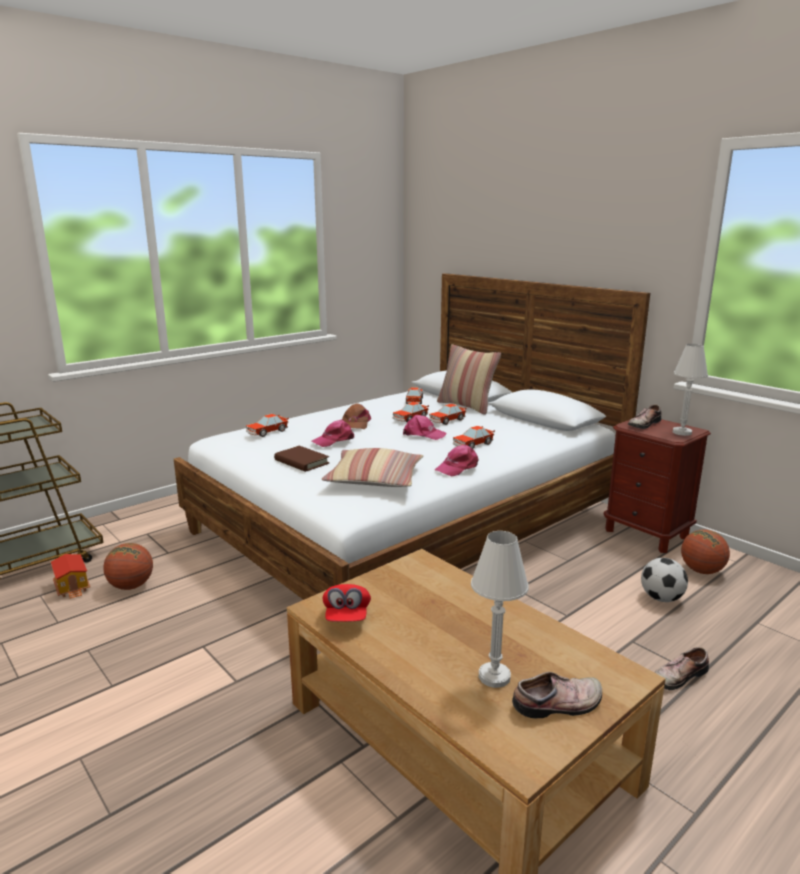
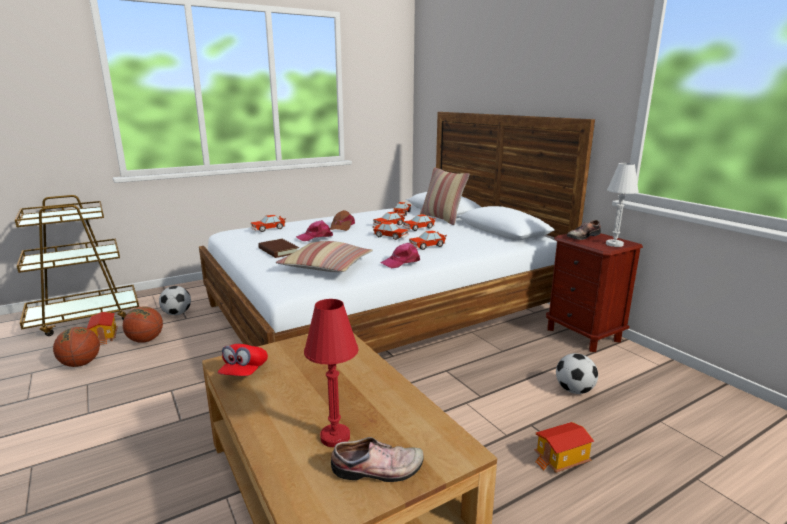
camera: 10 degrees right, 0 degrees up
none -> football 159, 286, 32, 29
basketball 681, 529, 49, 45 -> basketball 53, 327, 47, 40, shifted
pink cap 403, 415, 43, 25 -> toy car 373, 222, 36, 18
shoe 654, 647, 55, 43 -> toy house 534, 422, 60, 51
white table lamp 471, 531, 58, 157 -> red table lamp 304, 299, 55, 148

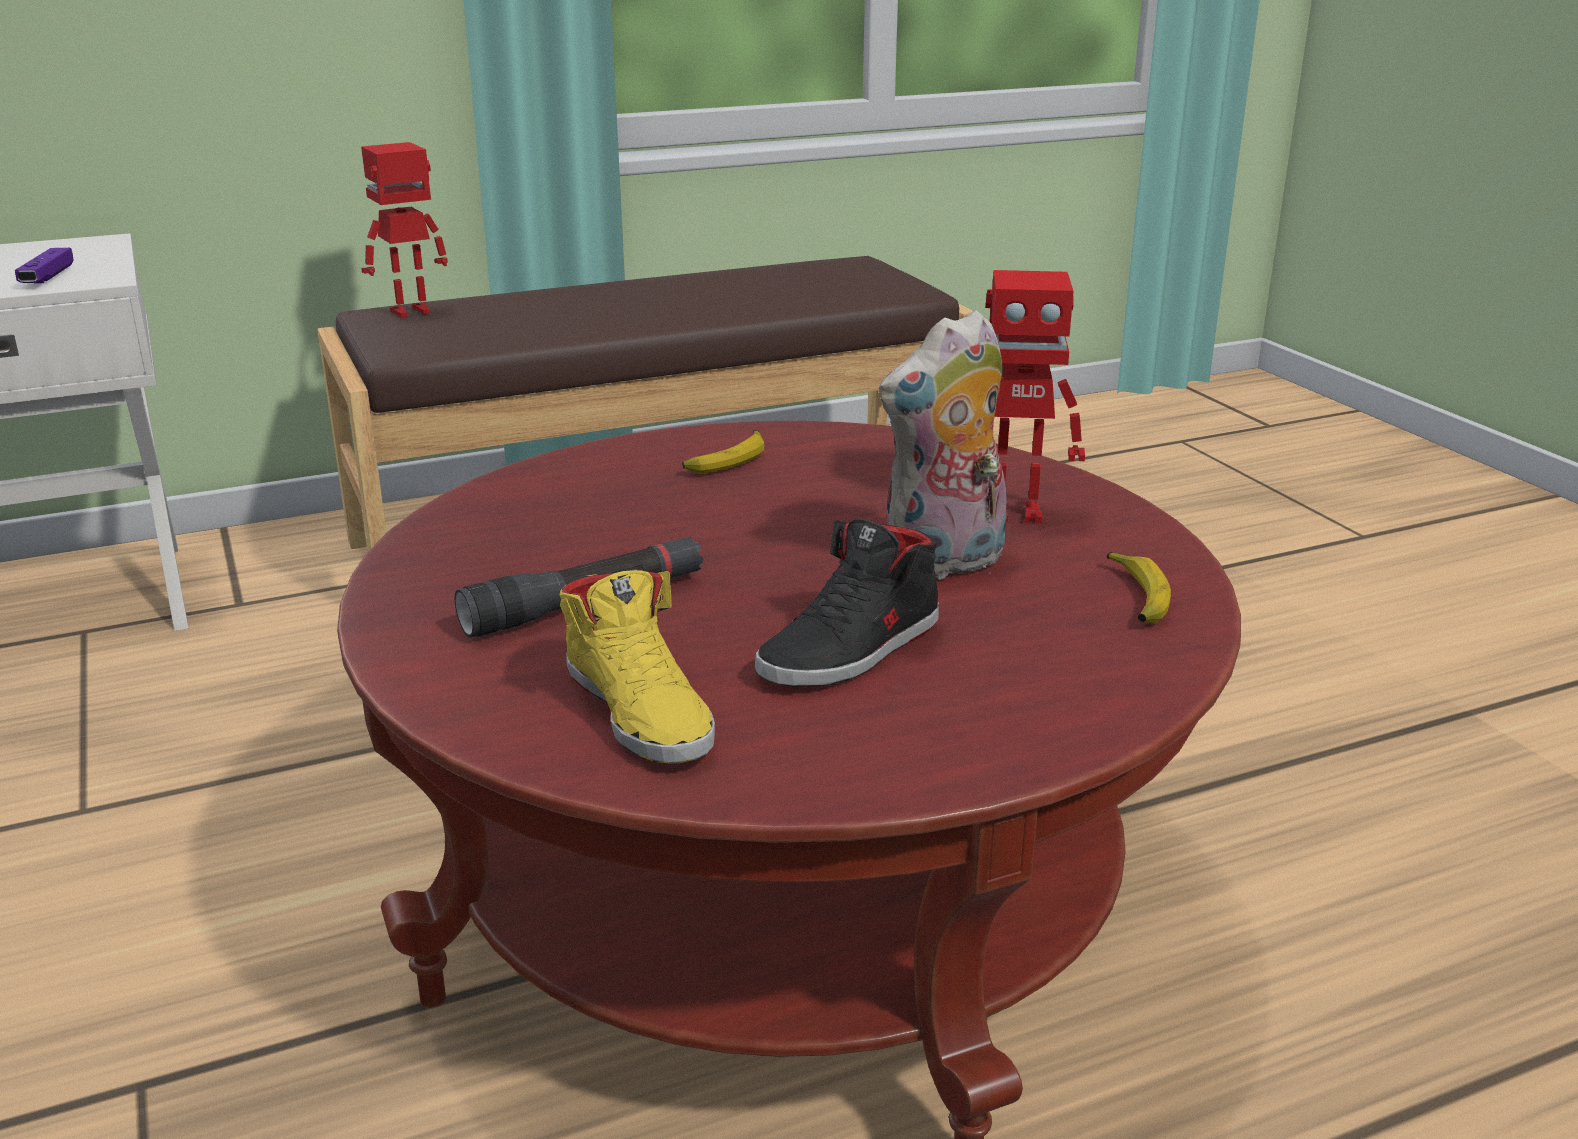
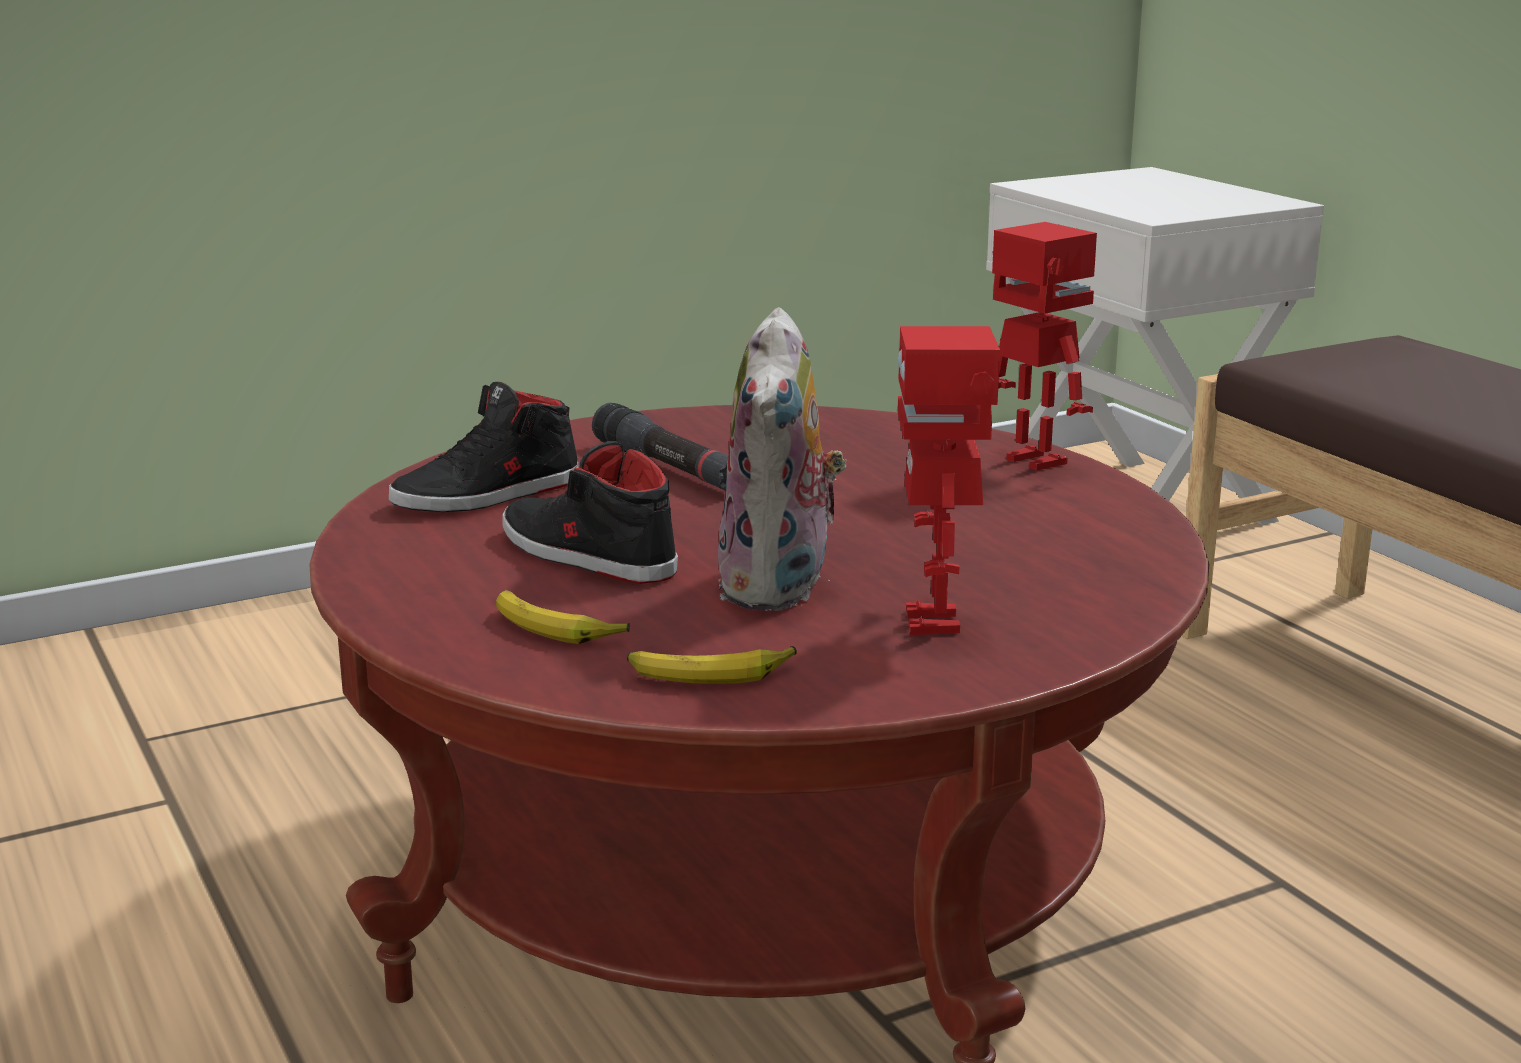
camera: 85 degrees right, 5 degrees down
purple game controller 15, 248, 59, 35 -> none
toy robot 361, 142, 87, 176 -> toy robot 992, 222, 105, 249, shifted
banana 682, 430, 82, 44 -> banana 496, 590, 134, 54, shifted
yellow shoe 560, 570, 155, 194 -> black shoe 389, 382, 190, 130
plush toy 879, 310, 128, 270 -> plush toy 718, 307, 129, 304, 135 degrees counterclockwise

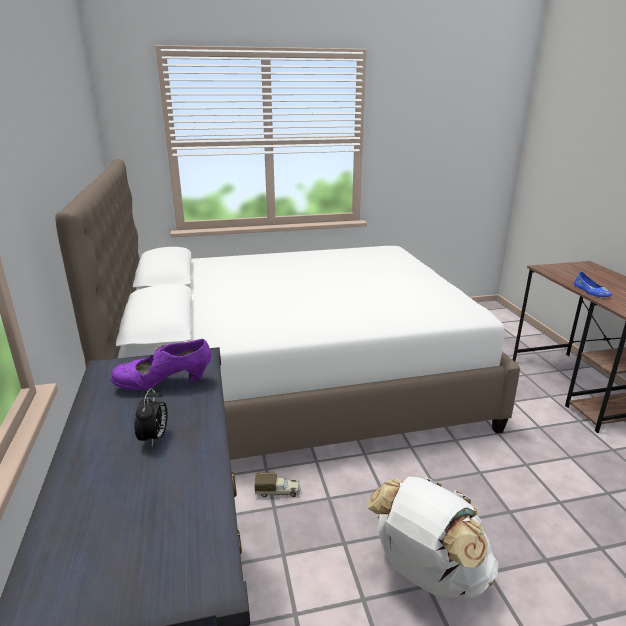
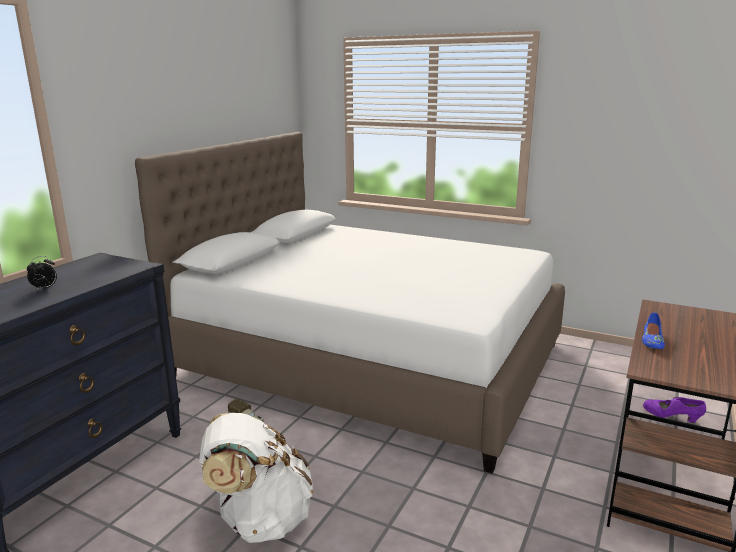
camera: 40 degrees right, 5 degrees down
purple shoe 110, 339, 102, 51 -> purple shoe 643, 397, 63, 26, shifted

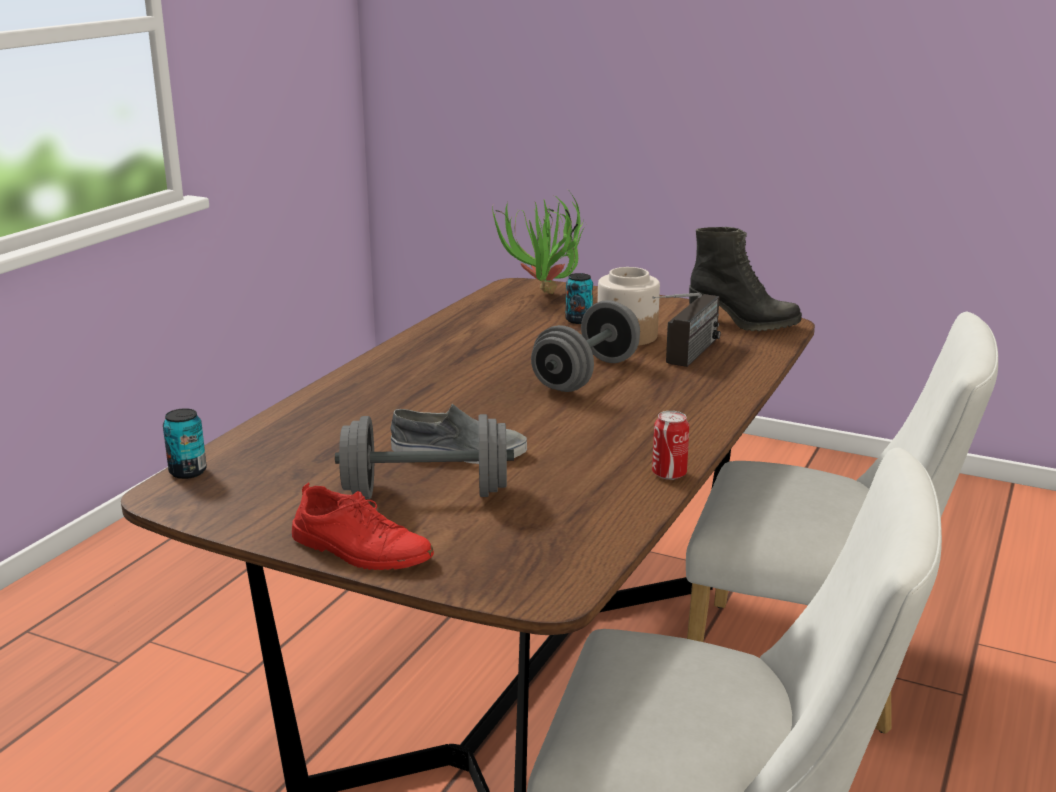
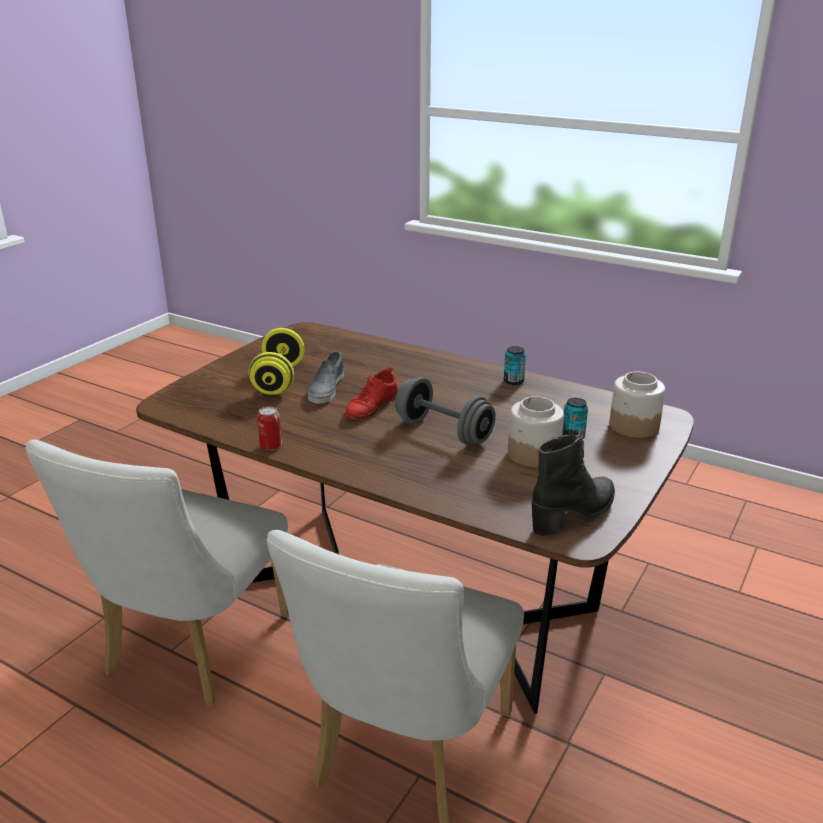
camera: 95 degrees right, 5 degrees up
radio 652, 292, 69, 75 -> none
can 163, 408, 44, 71 -> can 504, 346, 22, 39, shifted
red shoe 292, 483, 142, 87 -> red shoe 345, 367, 53, 53, shifted
potted plant 492, 192, 95, 102 -> jar 609, 372, 56, 66
grey dumbbell 335, 414, 179, 85 -> yellow dumbbell 249, 328, 55, 67
black boot 689, 227, 113, 104 -> black boot 532, 435, 83, 101, 150 degrees counterclockwise

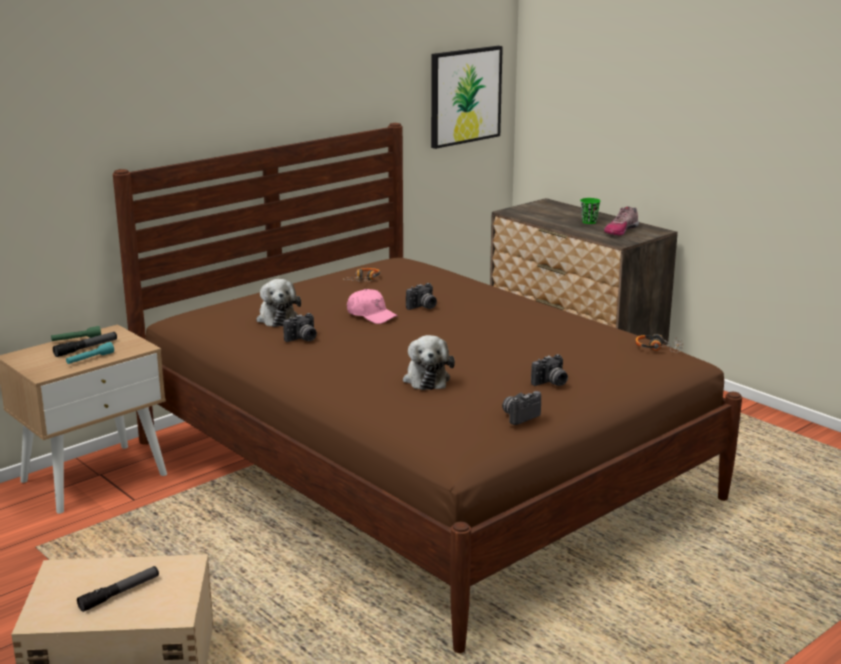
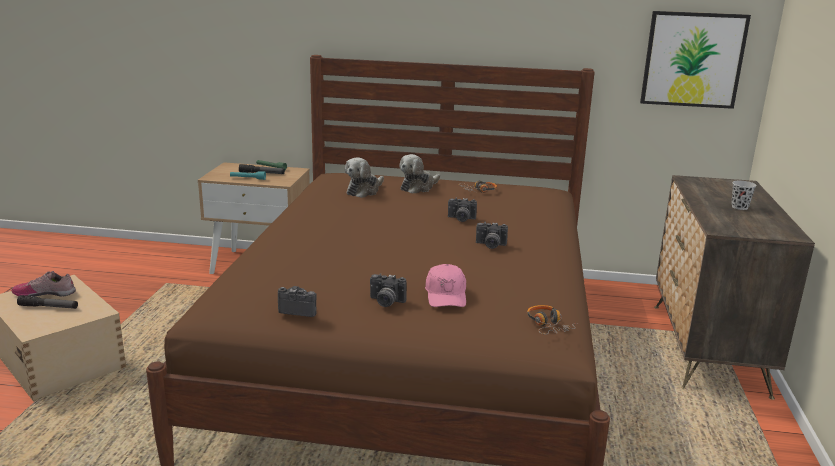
camera: 50 degrees right, 0 degrees up
photo camera 283, 313, 34, 29 -> photo camera 476, 222, 32, 27, shifted
pink cap 347, 289, 51, 35 -> pink cap 425, 264, 41, 43, shifted
plush toy 403, 335, 52, 55 -> plush toy 399, 154, 41, 39, shifted
shoe 604, 206, 35, 29 -> shoe 11, 271, 65, 26, shifted
green cup 580, 198, 21, 26 -> black cup 731, 181, 25, 29

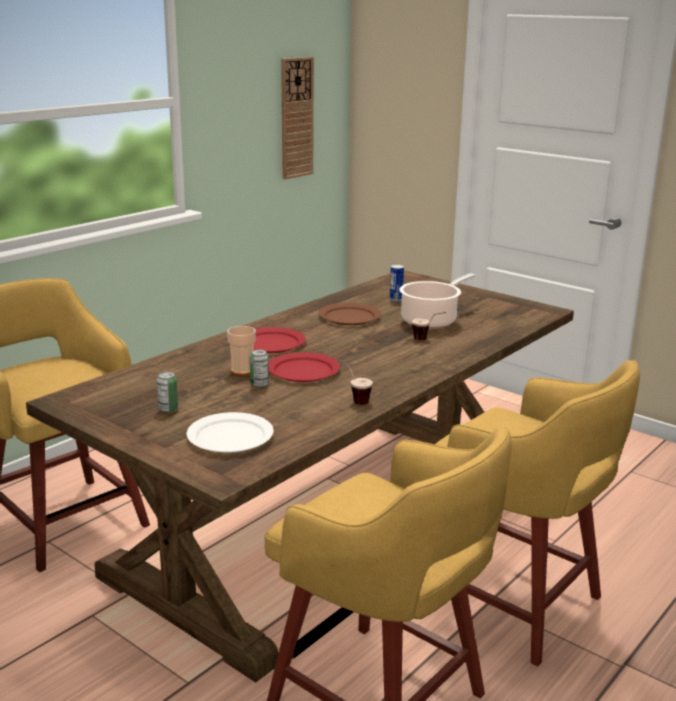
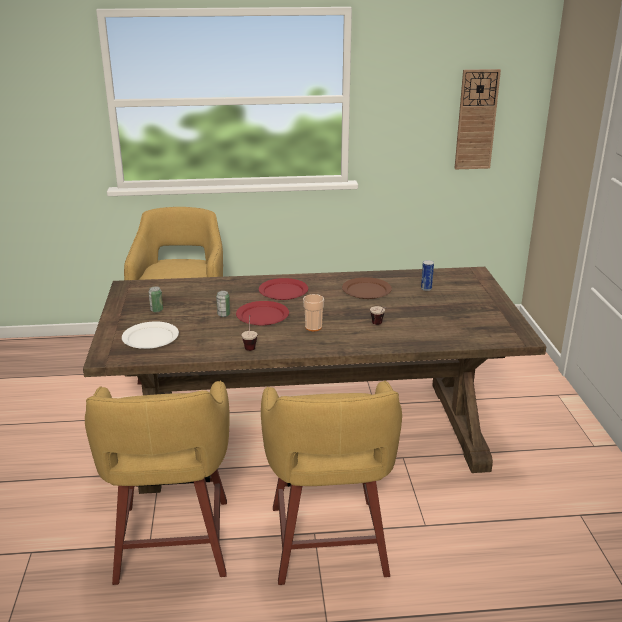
camera: 45 degrees right, 5 degrees up
cooking pot 399, 273, 76, 55 -> none
cup 227, 326, 29, 49 -> cup 303, 294, 21, 37, shifted

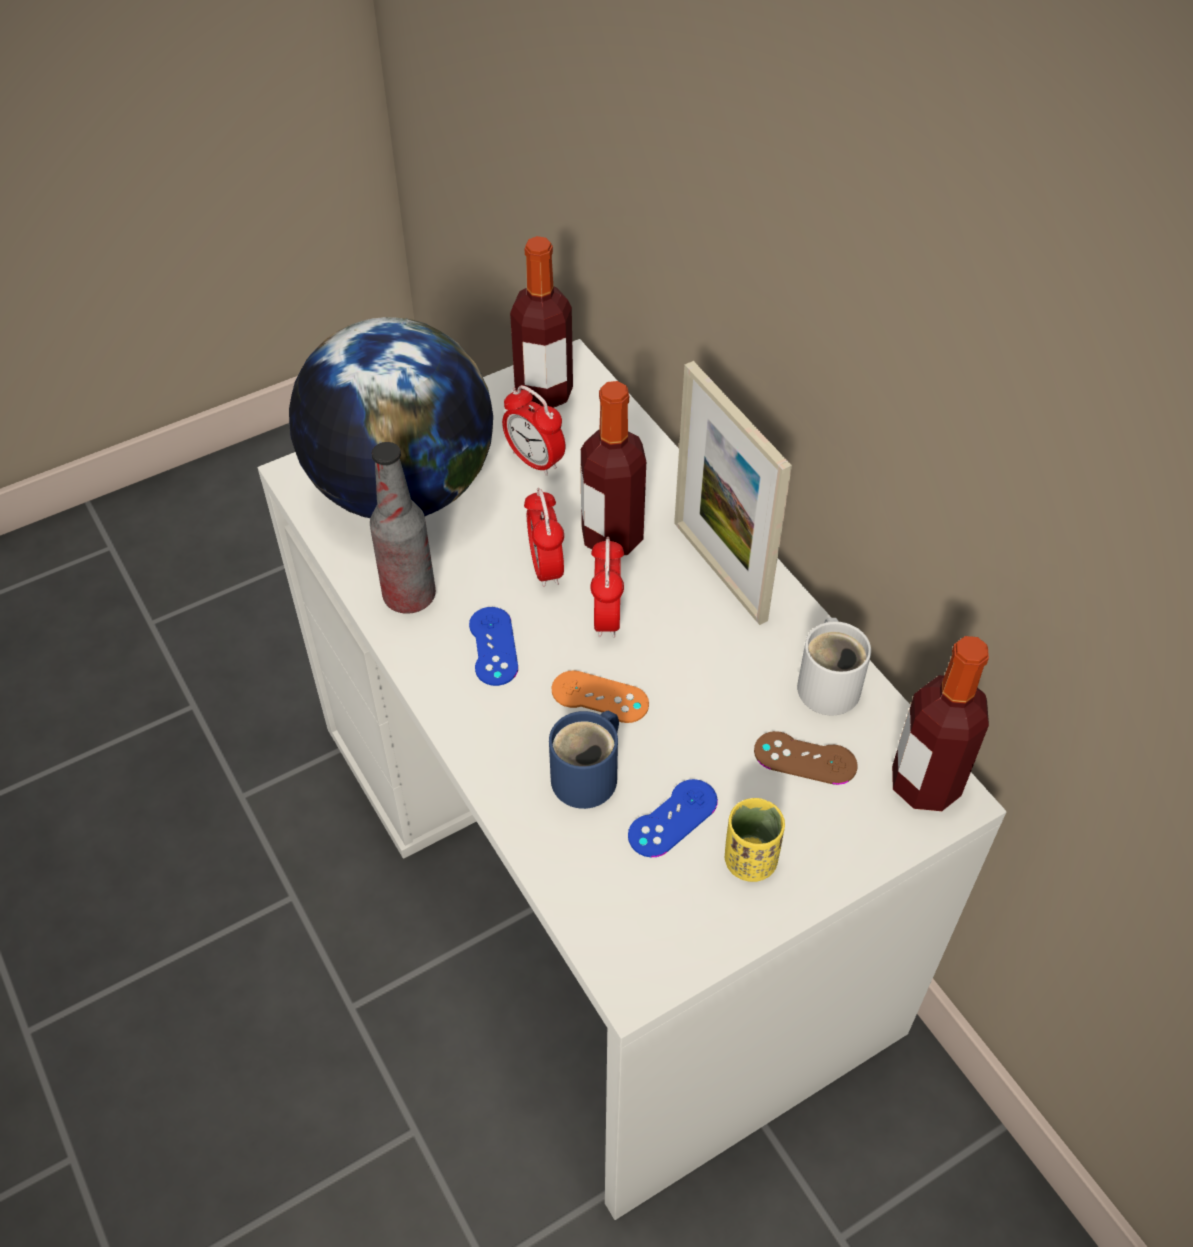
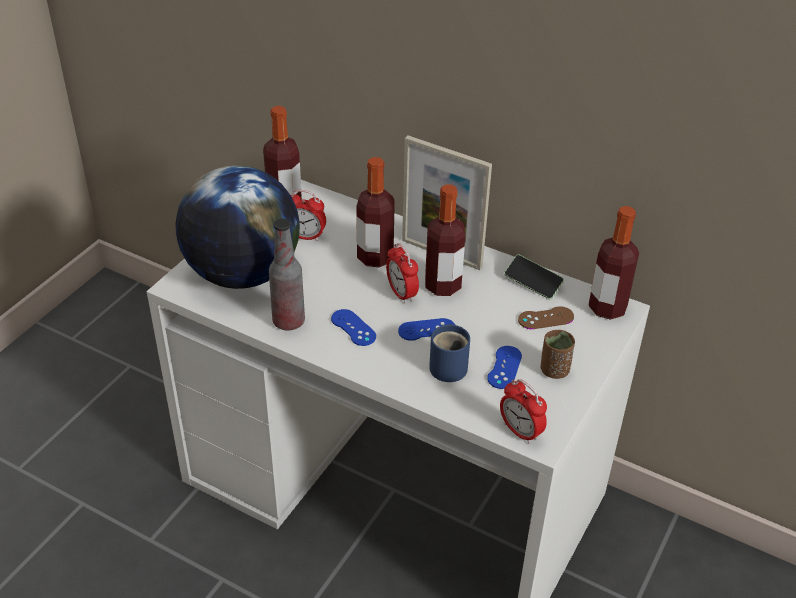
camera: 30 degrees left, 10 degrees down
none -> bottle 425, 184, 40, 112
alarm clock 524, 488, 40, 99 -> alarm clock 500, 379, 47, 65, shifted
white mug 797, 618, 74, 98 -> phone 504, 255, 60, 44
orange game controller 552, 670, 97, 53 -> blue game controller 398, 318, 57, 23
yellow cup 725, 798, 60, 84 -> brown cup 541, 330, 34, 49

